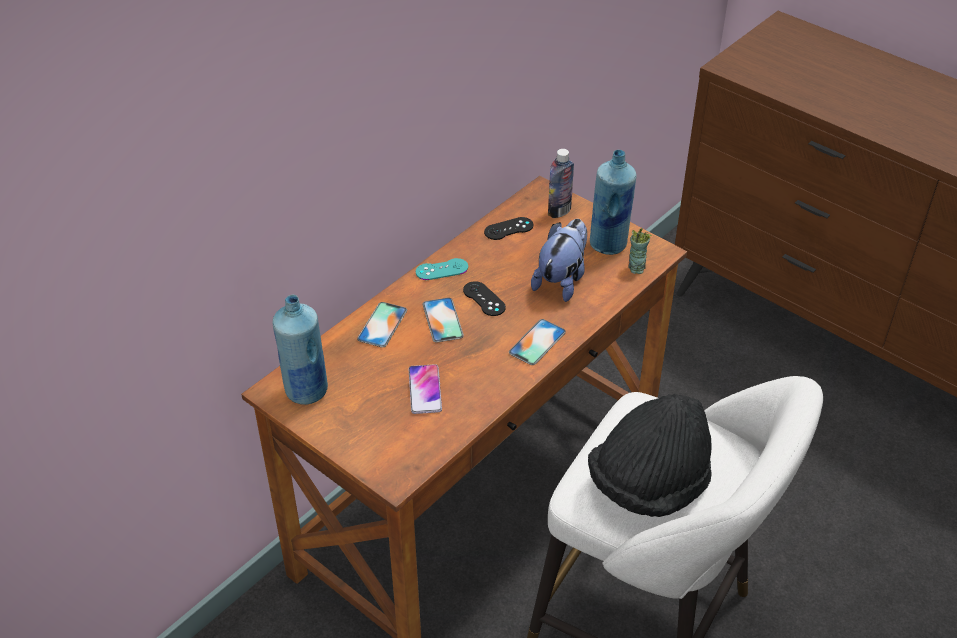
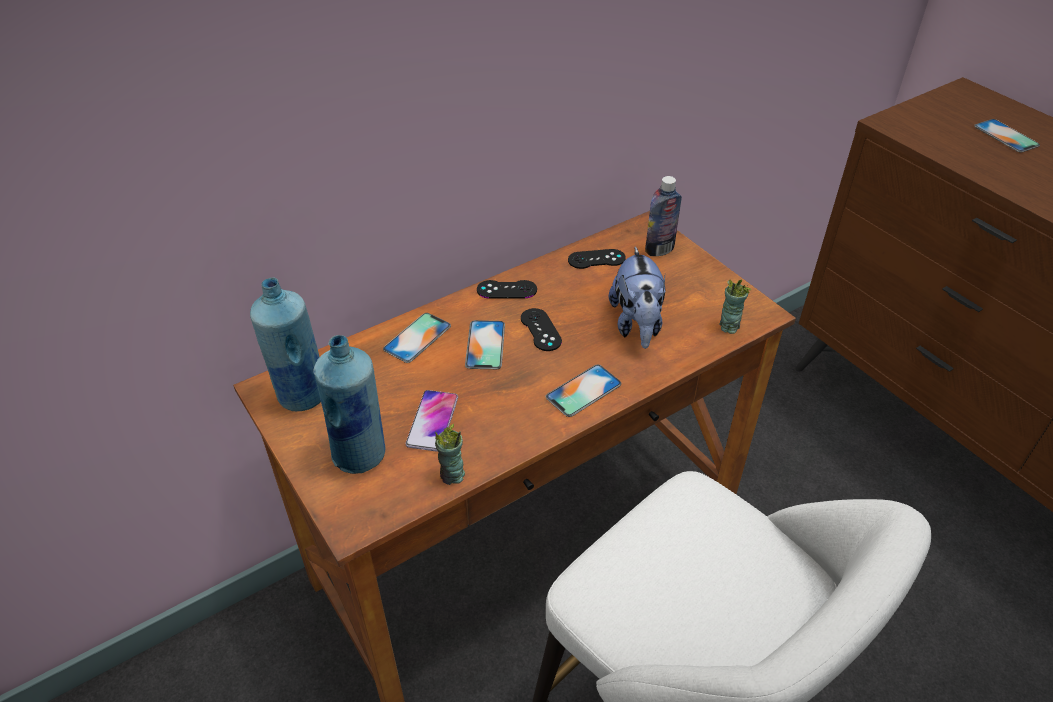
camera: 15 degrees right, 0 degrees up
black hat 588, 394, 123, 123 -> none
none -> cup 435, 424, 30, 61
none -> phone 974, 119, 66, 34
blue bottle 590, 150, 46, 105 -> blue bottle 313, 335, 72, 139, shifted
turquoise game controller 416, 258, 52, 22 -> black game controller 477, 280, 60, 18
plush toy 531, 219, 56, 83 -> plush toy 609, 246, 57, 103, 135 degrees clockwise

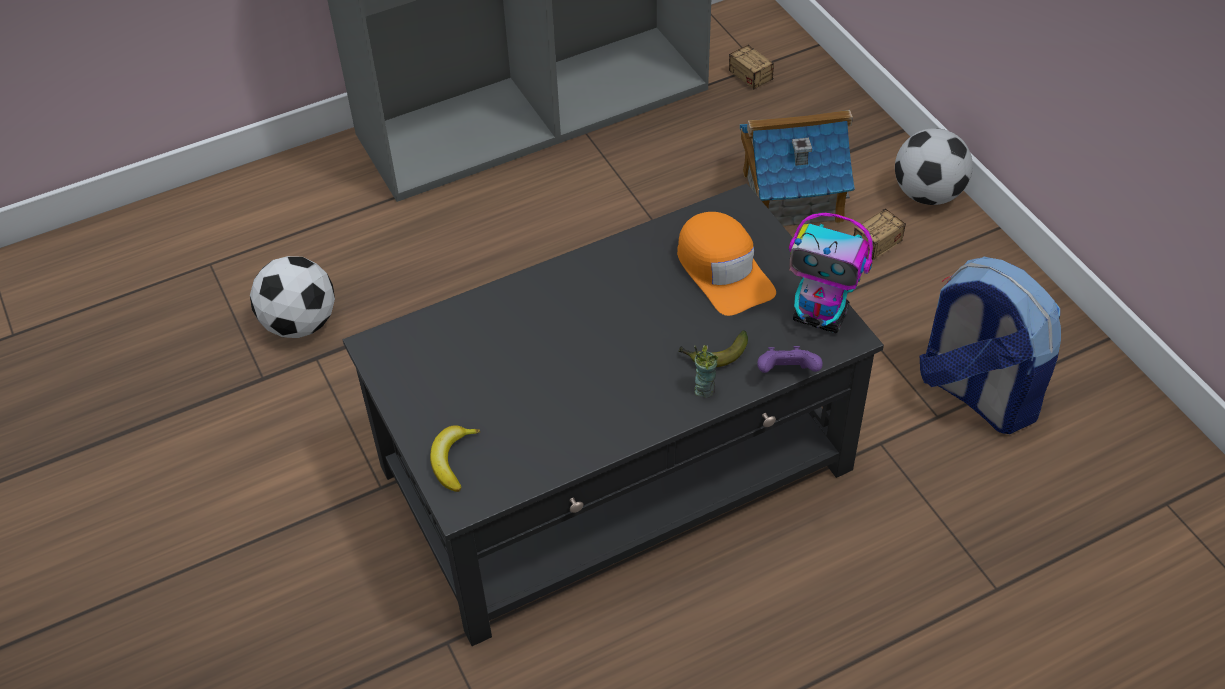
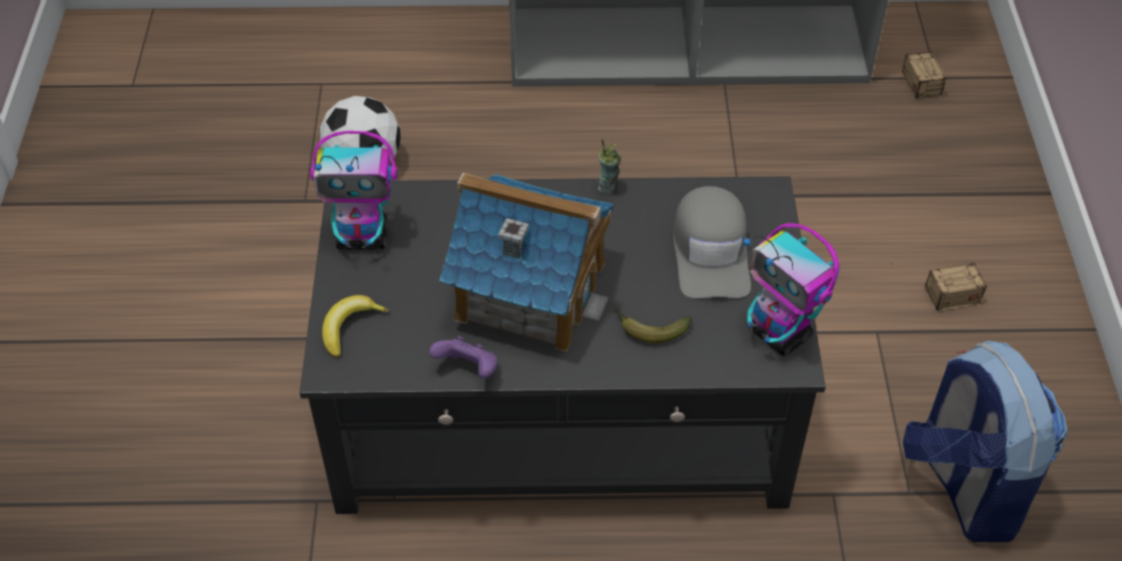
camera: 25 degrees right, 0 degrees up
football 895, 128, 78, 77 -> none
none -> toy robot 310, 131, 88, 118
cup 694, 345, 24, 53 -> cup 598, 139, 23, 57, shifted
toy house 740, 110, 115, 116 -> toy house 439, 172, 175, 180, shifted
purple game controller 758, 346, 65, 27 -> purple game controller 429, 336, 68, 42, shifted
orange cap 677, 212, 99, 104 -> grey cap 673, 186, 78, 112

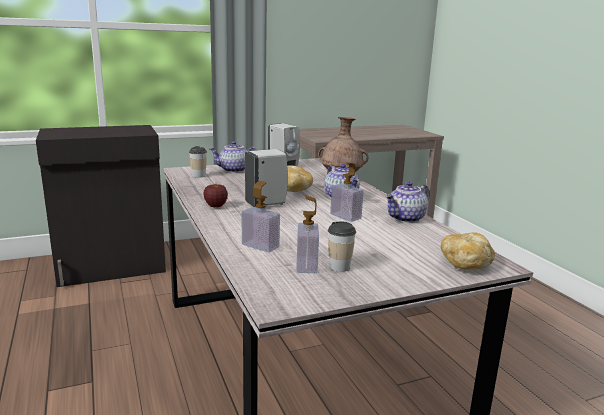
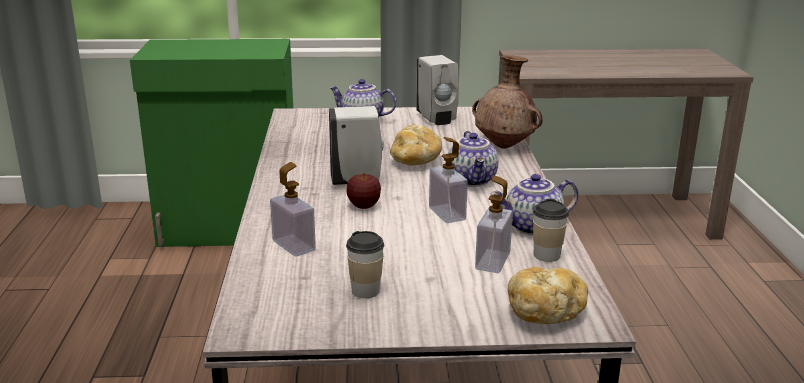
camera: 20 degrees right, 5 degrees up
cup 189, 146, 18, 32 -> cup 533, 199, 36, 63, shifted
apple 203, 184, 25, 24 -> apple 346, 173, 35, 36, shifted
soap dispenser 296, 195, 23, 78 -> soap dispenser 475, 176, 38, 97, shifted
black cabinet 36, 125, 130, 162 -> green cabinet 130, 39, 163, 208

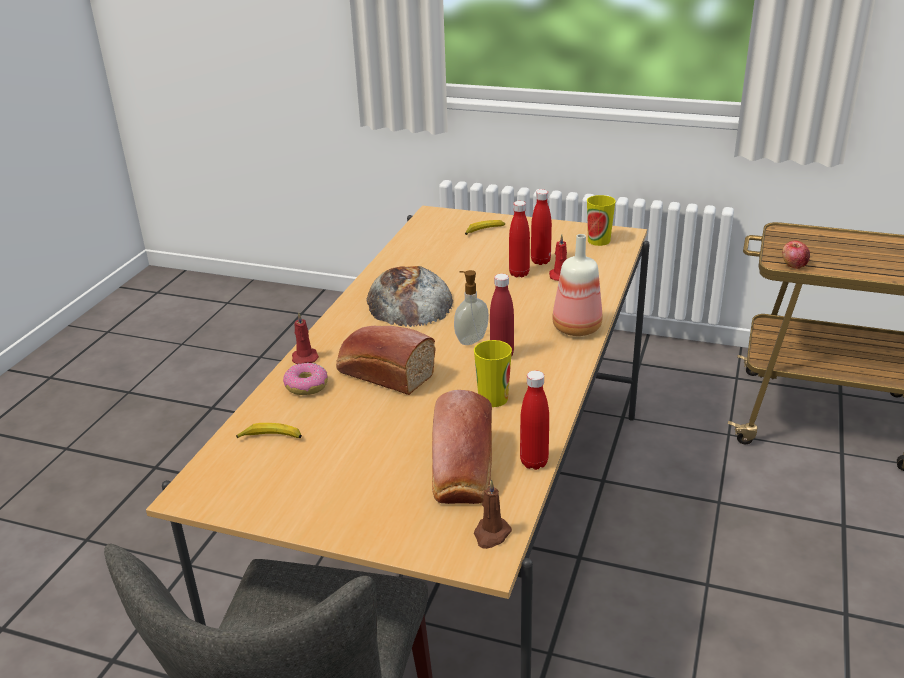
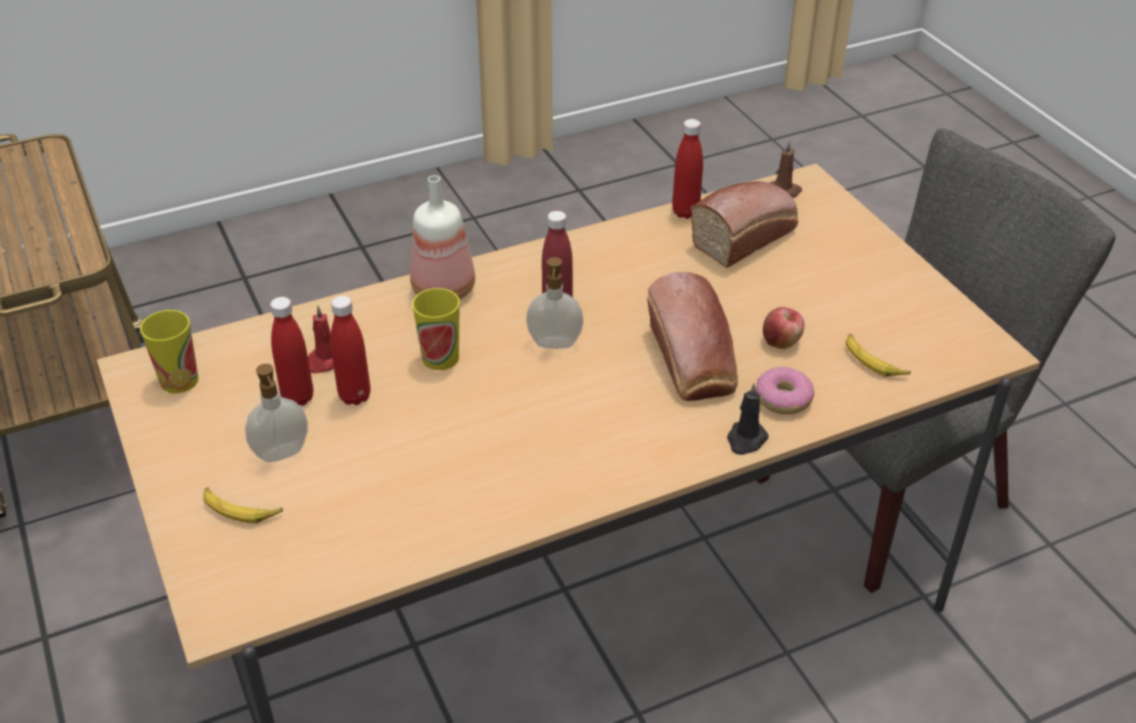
camera: 135 degrees left, 10 degrees up
bread 366, 266, 87, 61 -> none
none -> soap dispenser 245, 364, 63, 98
cup 474, 340, 38, 67 -> cup 412, 288, 48, 82, shifted
apple 782, 240, 28, 29 -> apple 763, 307, 42, 42, shifted
red candle 292, 313, 27, 51 -> black candle 727, 383, 42, 72

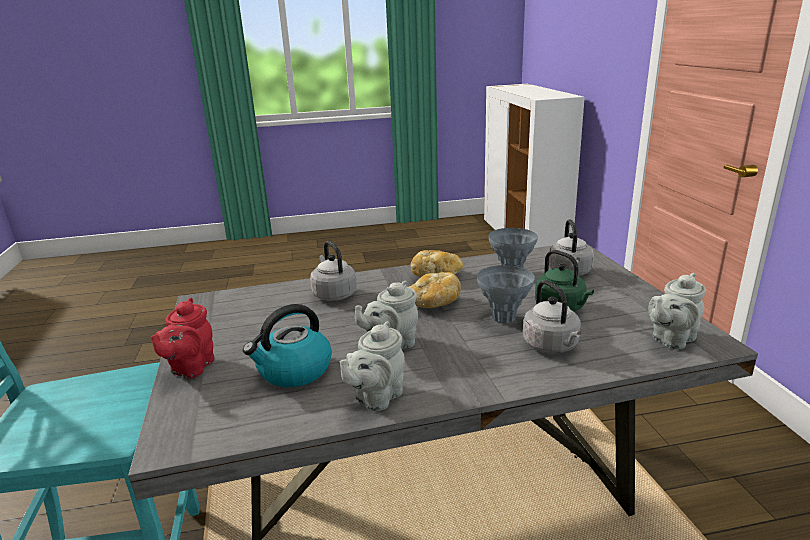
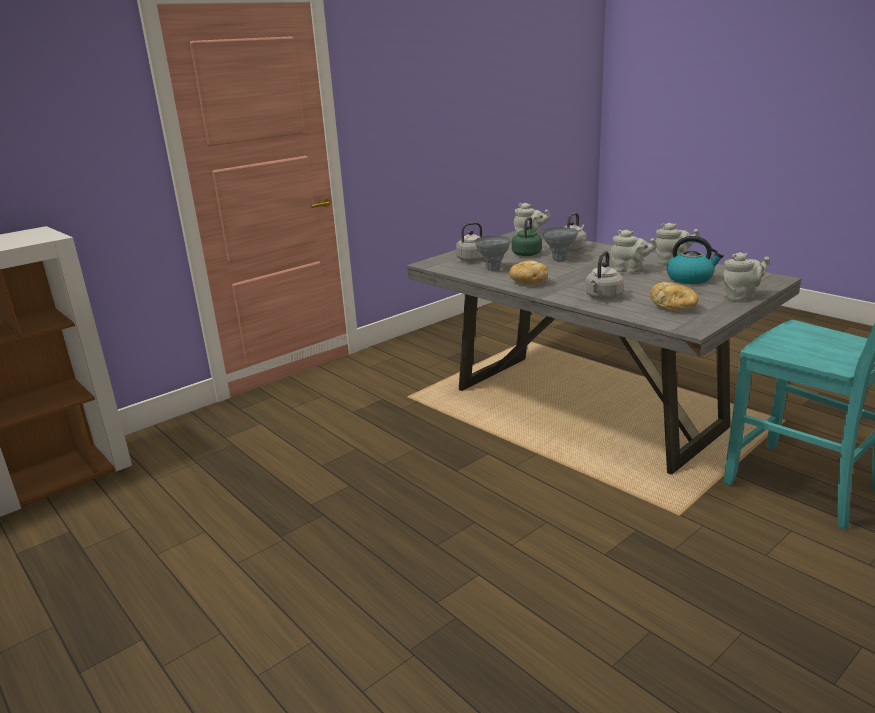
camera: 120 degrees left, 0 degrees up
bread 409, 272, 52, 36 -> bread 650, 282, 49, 29, shifted
red teapot 150, 298, 64, 81 -> grey teapot 722, 252, 47, 49

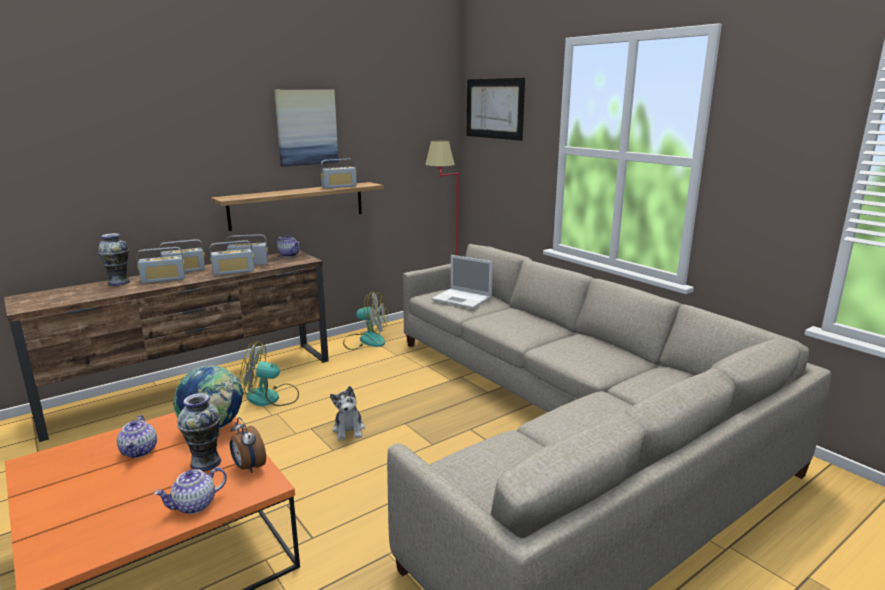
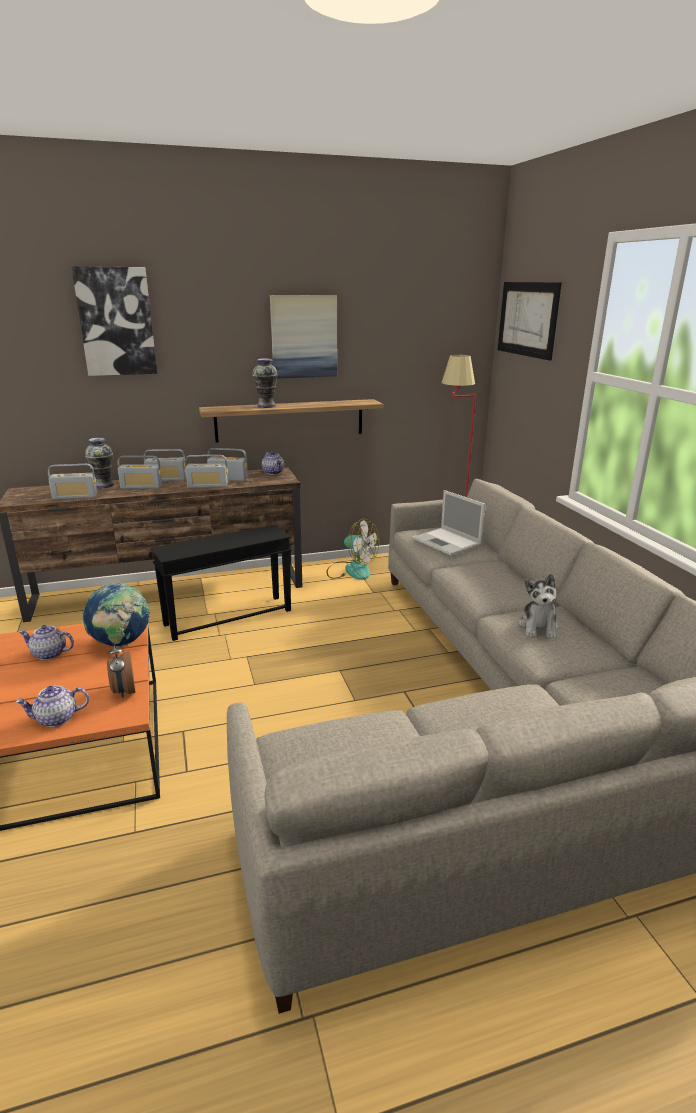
camera: 20 degrees right, 5 degrees up
none -> picture 71, 266, 86, 110
vase 177, 393, 44, 78 -> vase 252, 358, 26, 50, shifted
radio 321, 159, 36, 30 -> radio 47, 464, 51, 36, shifted
plush toy 330, 386, 35, 54 -> plush toy 519, 573, 40, 66, shifted
fan 239, 341, 60, 65 -> black side table 151, 525, 141, 116
teapot 117, 415, 40, 43 -> teapot 19, 625, 55, 35, 90 degrees clockwise

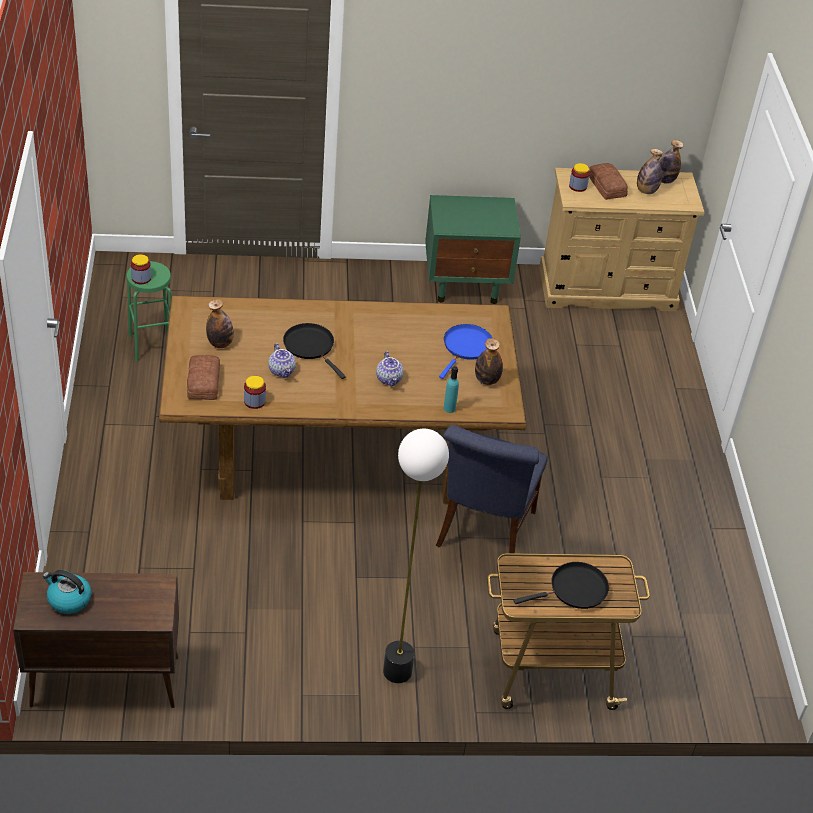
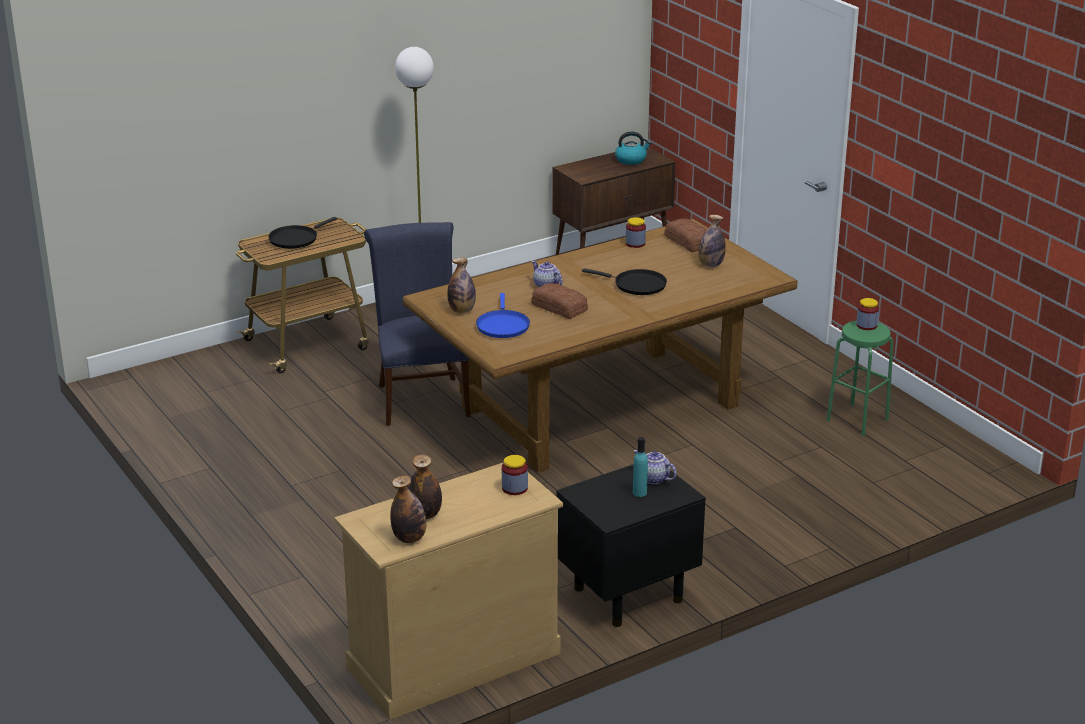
camera: 155 degrees right, 15 degrees down
teapot 268, 343, 28, 35 -> teapot 634, 450, 43, 34, shifted
turquoise bottle 444, 366, 15, 47 -> turquoise bottle 633, 437, 15, 60, shifted
bread 589, 163, 39, 37 -> bread 531, 283, 57, 36, shifted
green nightstand 425, 195, 96, 109 -> black nightstand 557, 464, 149, 163

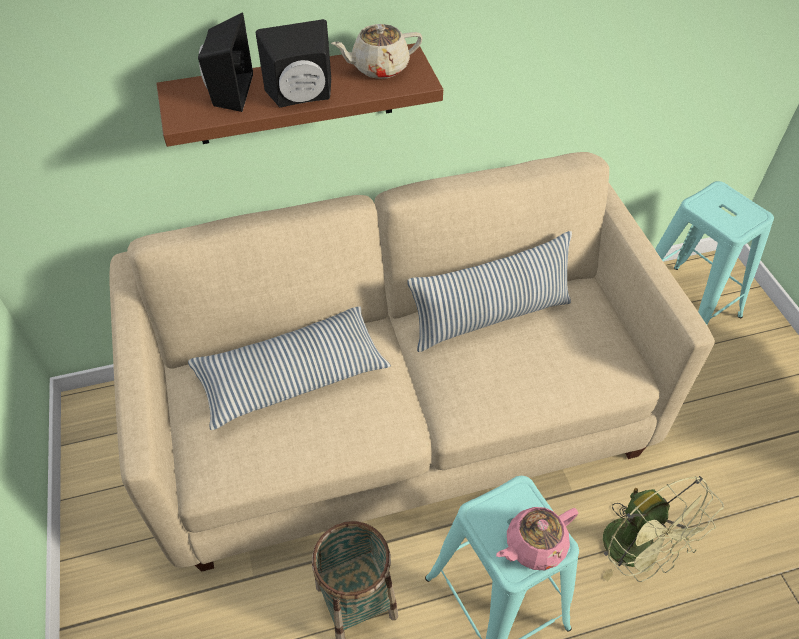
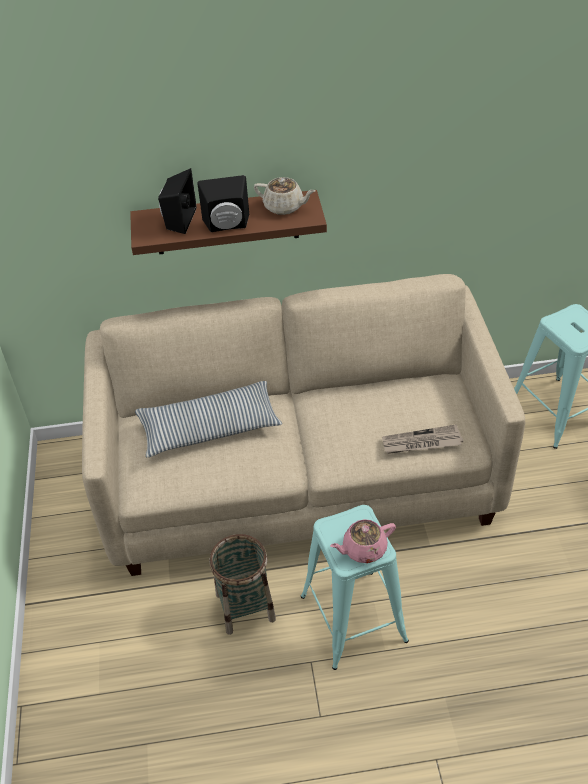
camera: 10 degrees right, 5 degrees down
pillow 407, 231, 165, 121 -> none
green fan 602, 476, 122, 106 -> none
none -> newspaper 382, 424, 81, 30
beige teapot 331, 24, 92, 55 -> beige teapot 254, 177, 62, 38, 150 degrees counterclockwise

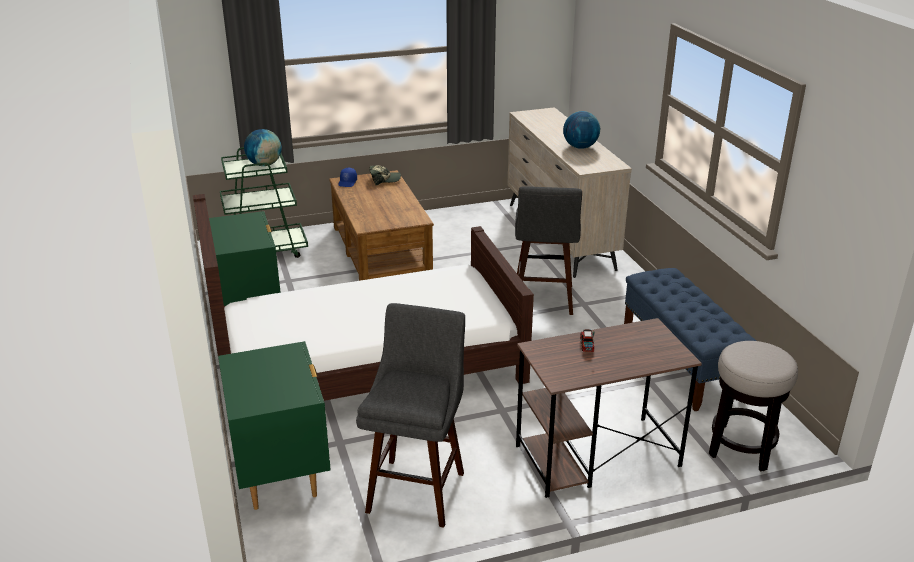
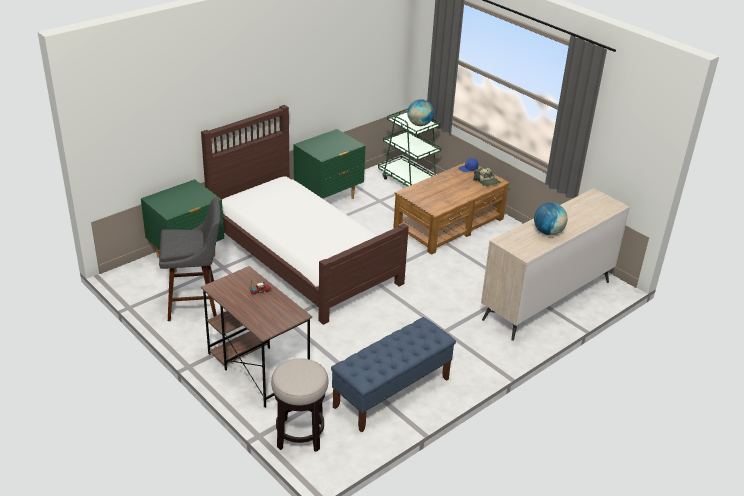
camera: 65 degrees right, 5 degrees up
grey stool 515, 186, 67, 129 -> none

